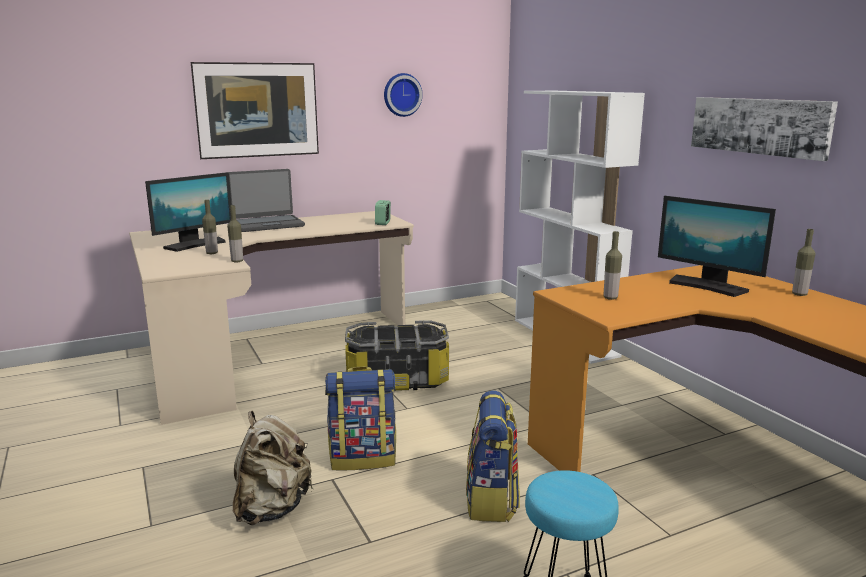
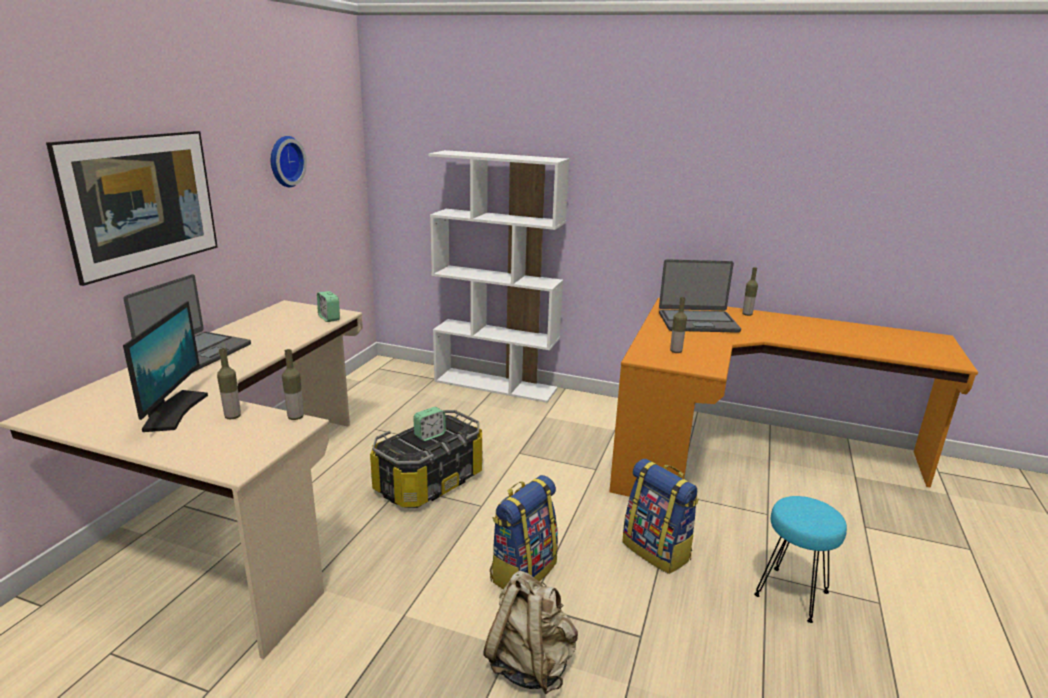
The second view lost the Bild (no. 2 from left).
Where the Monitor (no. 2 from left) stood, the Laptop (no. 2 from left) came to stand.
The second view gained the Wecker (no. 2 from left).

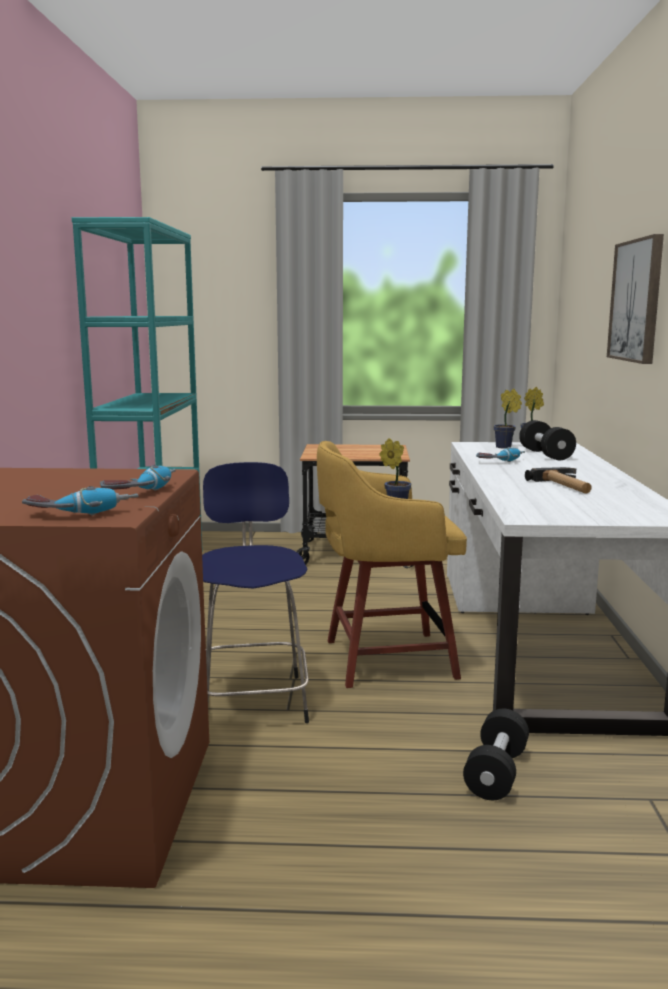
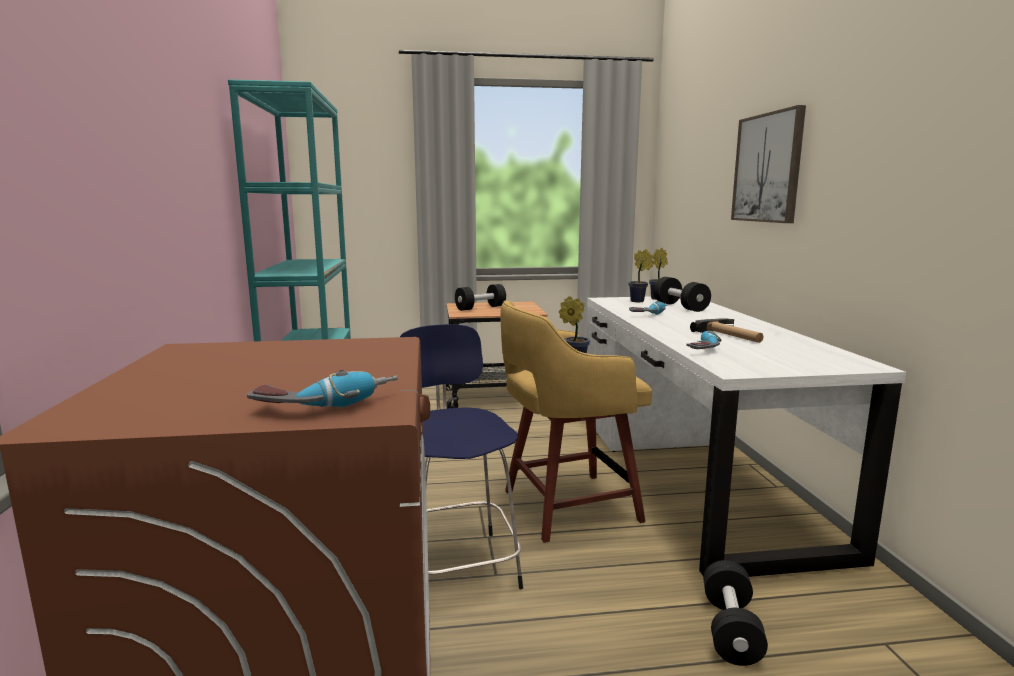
The Bohrmaschine (no. 2 from left in the first image) ended up elsewhere.
The second view gained the Hantel [schwarz] (no. 1 from left).

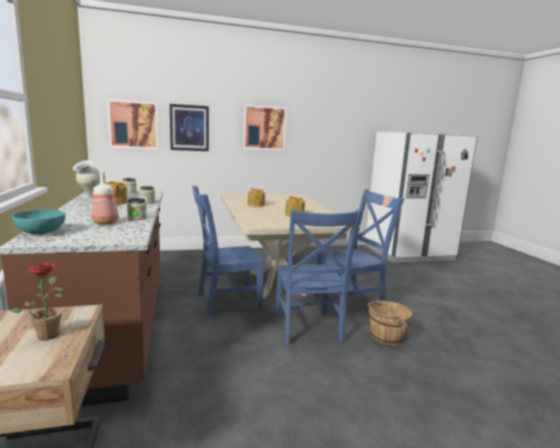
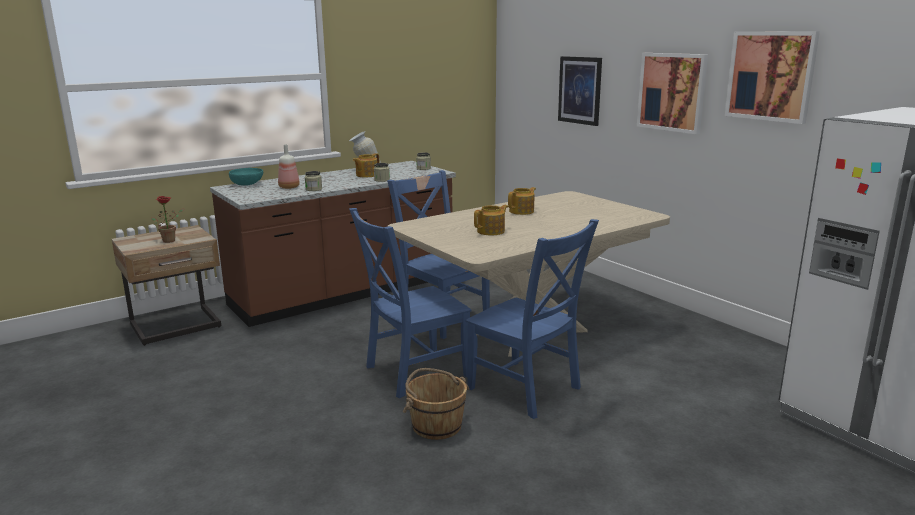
The Bild (no. 1 from left in the first image) ended up elsewhere.

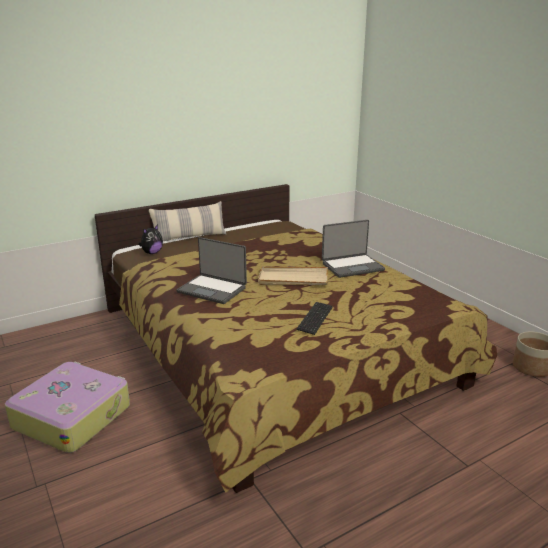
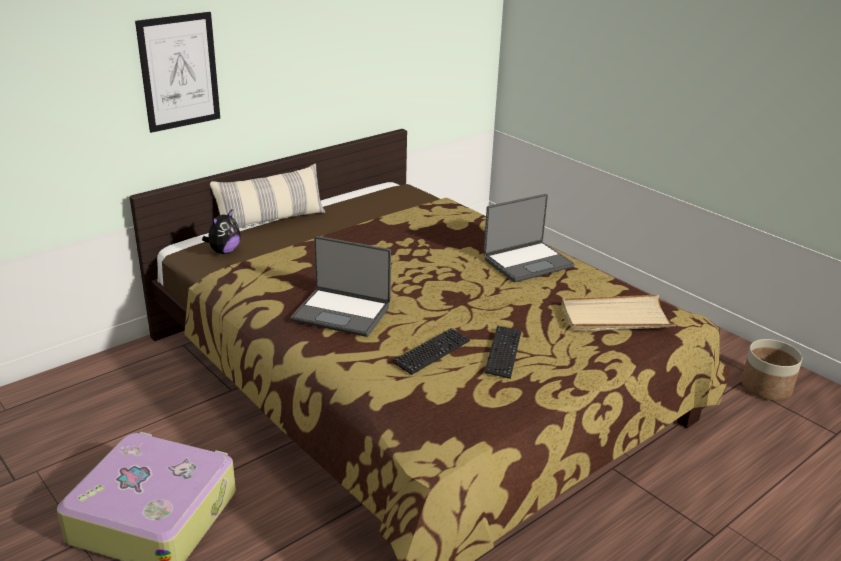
The Tablett [beige] ended up elsewhere.
The second view gained the Bild.
The second view gained the Tastatur (no. 1 from left).

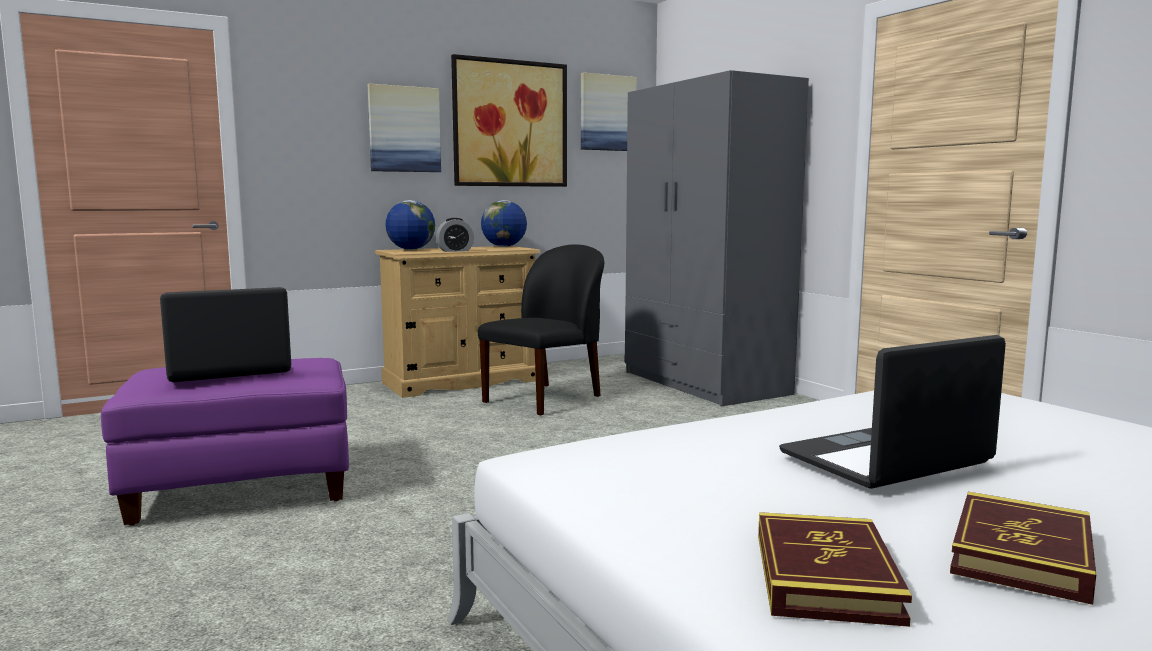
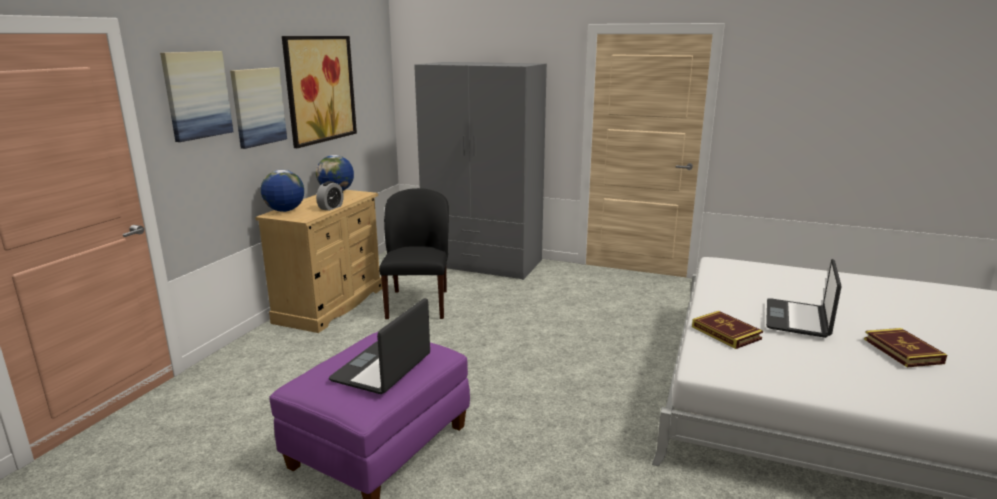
The Bild (no. 3 from left in the first image) ended up elsewhere.
The Buch (no. 1 from left) ended up elsewhere.

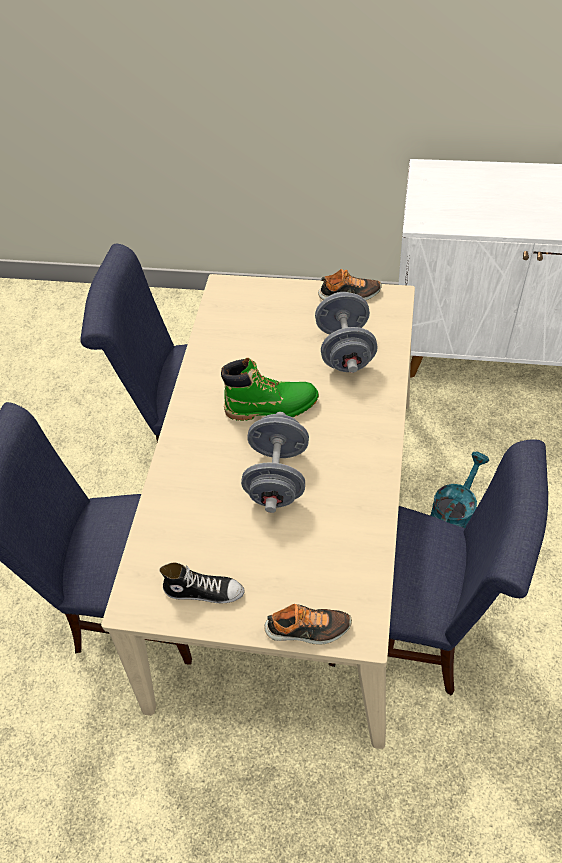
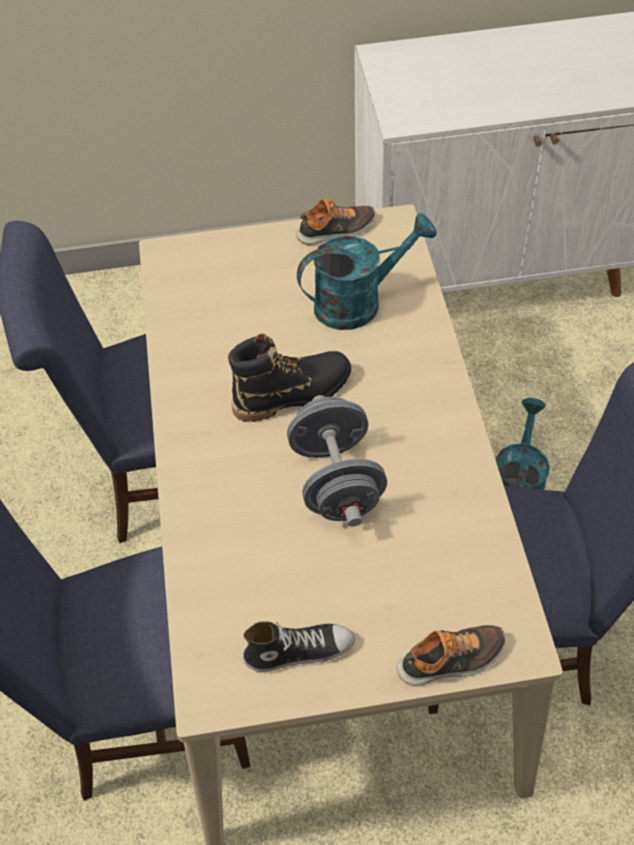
Where the Hantel [grau] (no. 2 from left) stood, the Gießkanne [türkis] (no. 1 from left) came to stand.
What was the Stiefel [grün] turned into the Stiefel [schwarz].

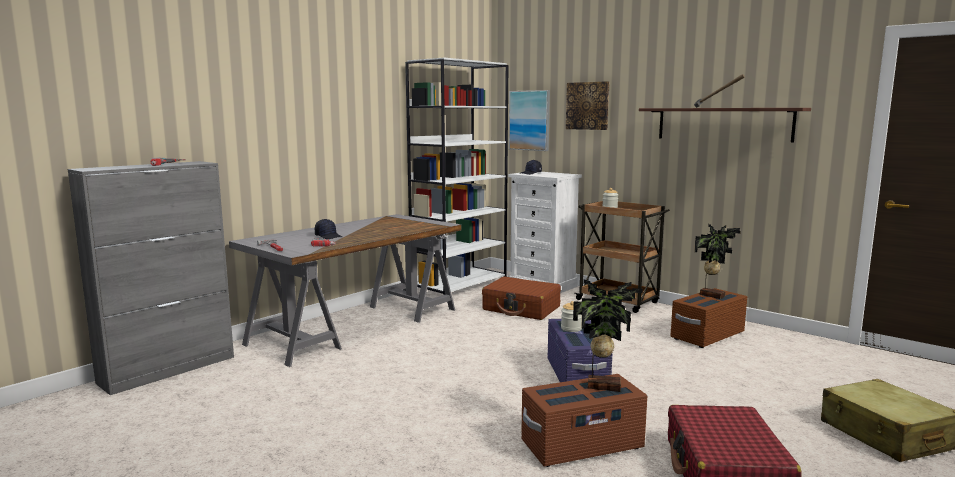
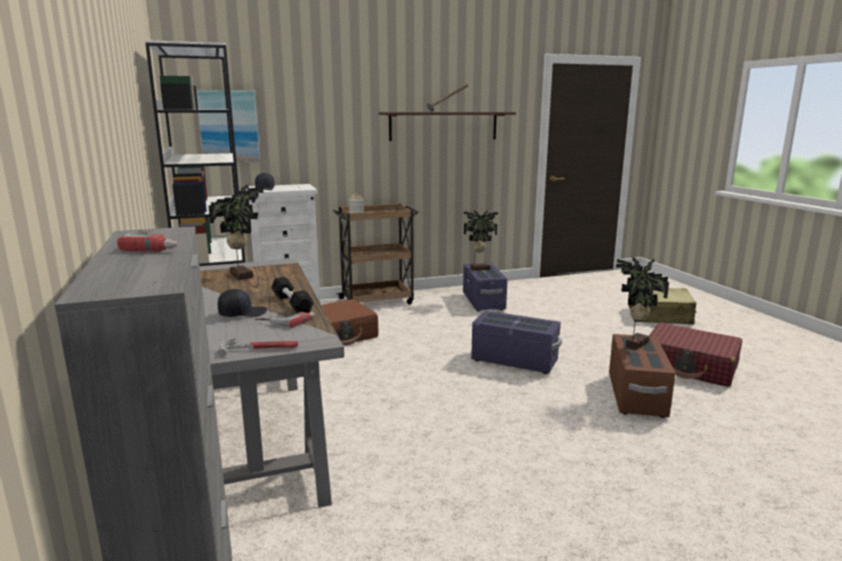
The second view lost the Bild (no. 2 from left).
What was the Aufbewahrungsbox [braun] (no. 2 from left) turned into the Aufbewahrungsbox [lila] (no. 1 from left).
The second view lost the Vorratsglas (no. 1 from left).
The second view gained the Topfpflanze (no. 1 from left).
The second view gained the Hantel [schwarz].

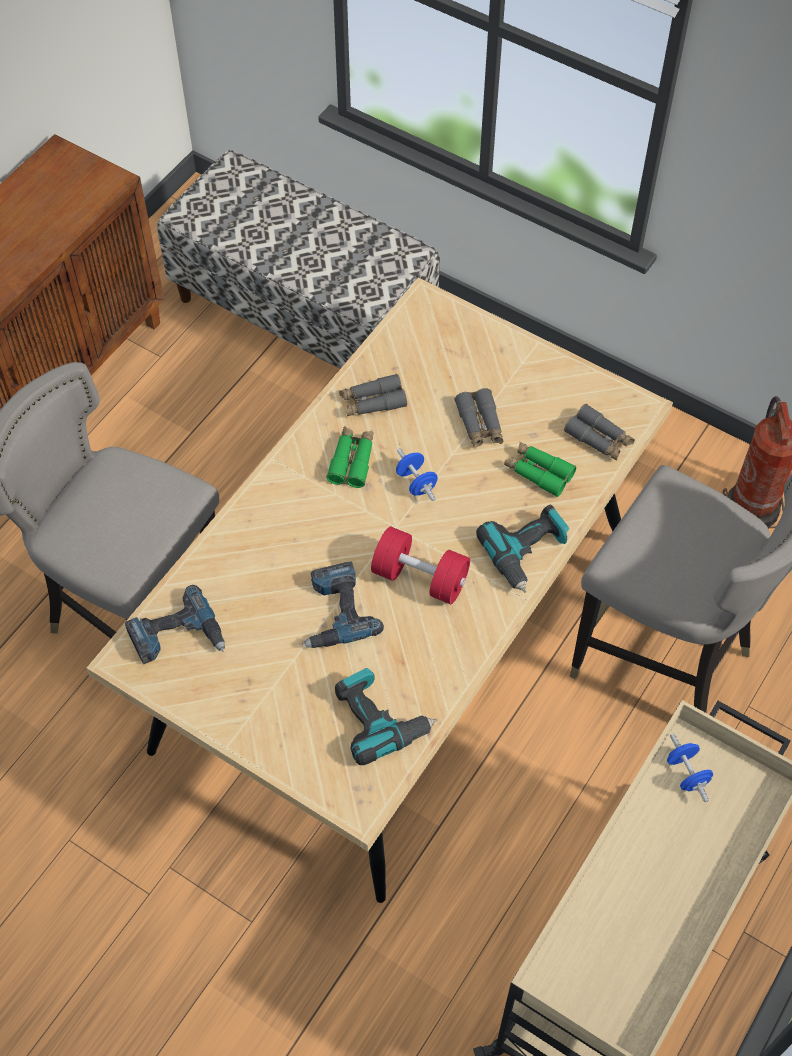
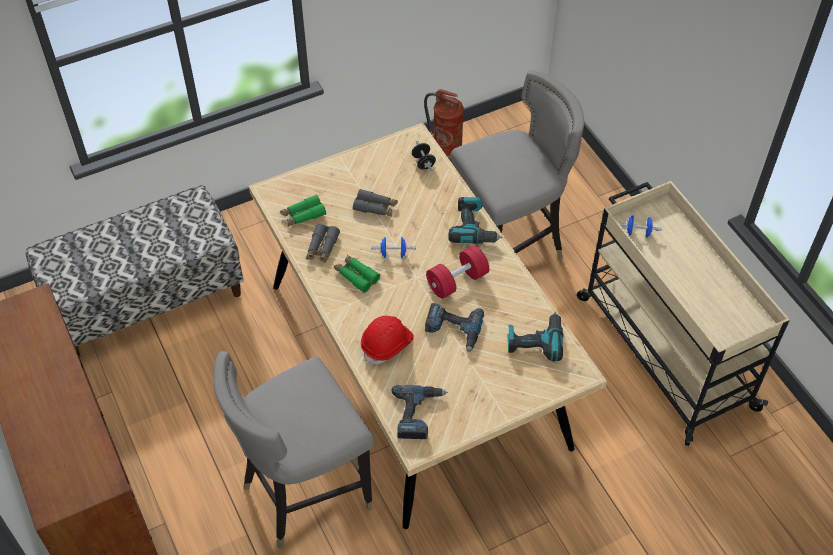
Where the Fernglas [grau] (no. 3 from left) stood, the Hantel [schwarz] came to stand.
The Fernglas [grün] (no. 2 from left in the first image) ended up elsewhere.
The second view gained the Schutzhelm [rot].

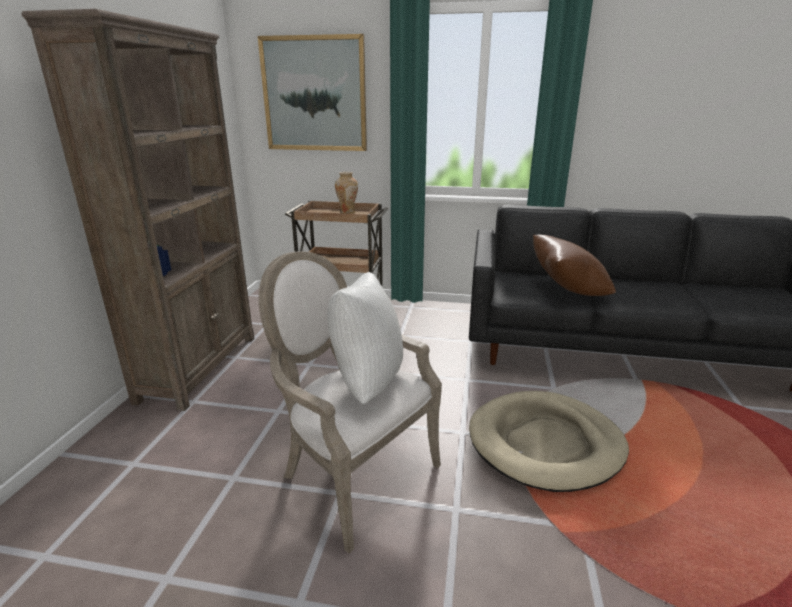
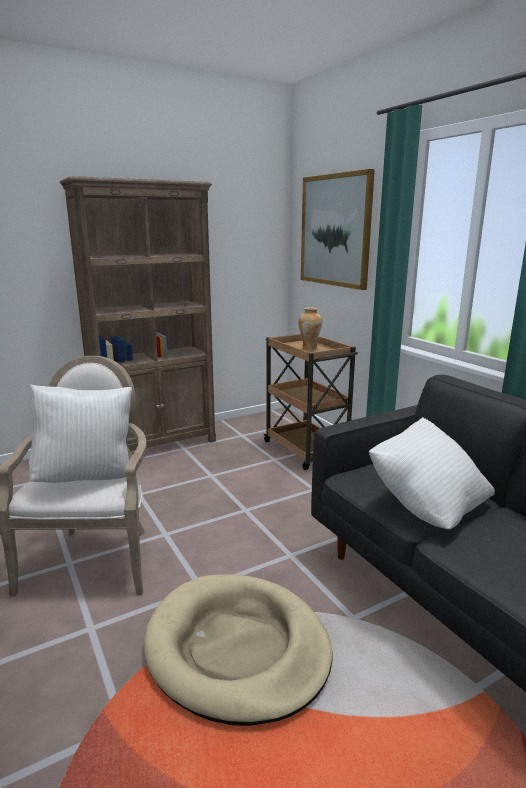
What was the Kissen [braun] turned into the Kissen [weiß] (no. 2 from left).

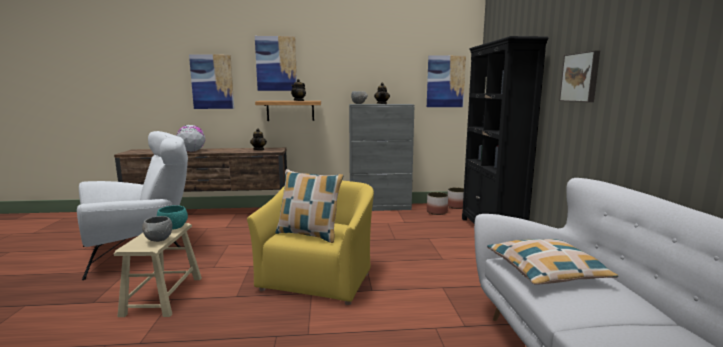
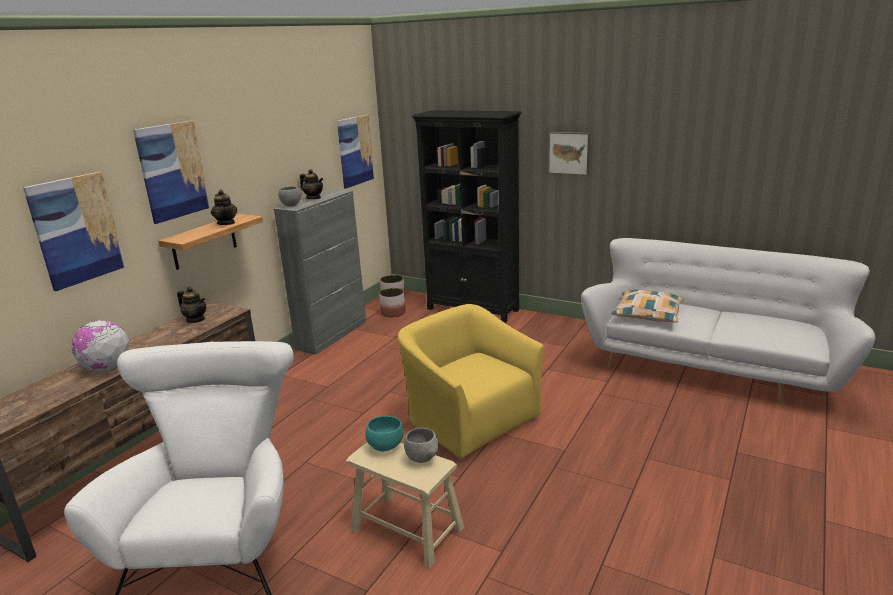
The second view lost the Kissen (no. 1 from left).

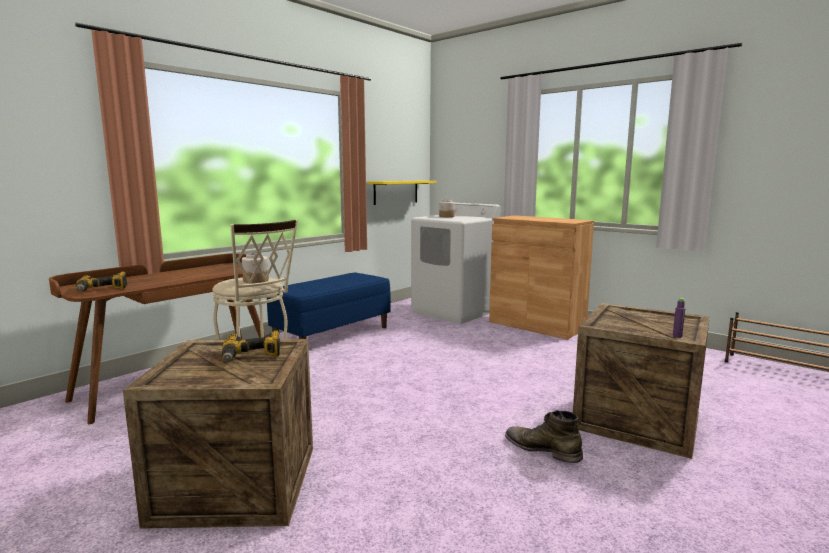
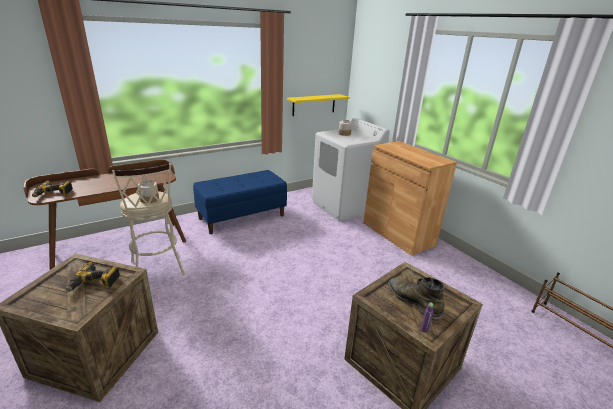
The Stiefel [grün] ended up elsewhere.

